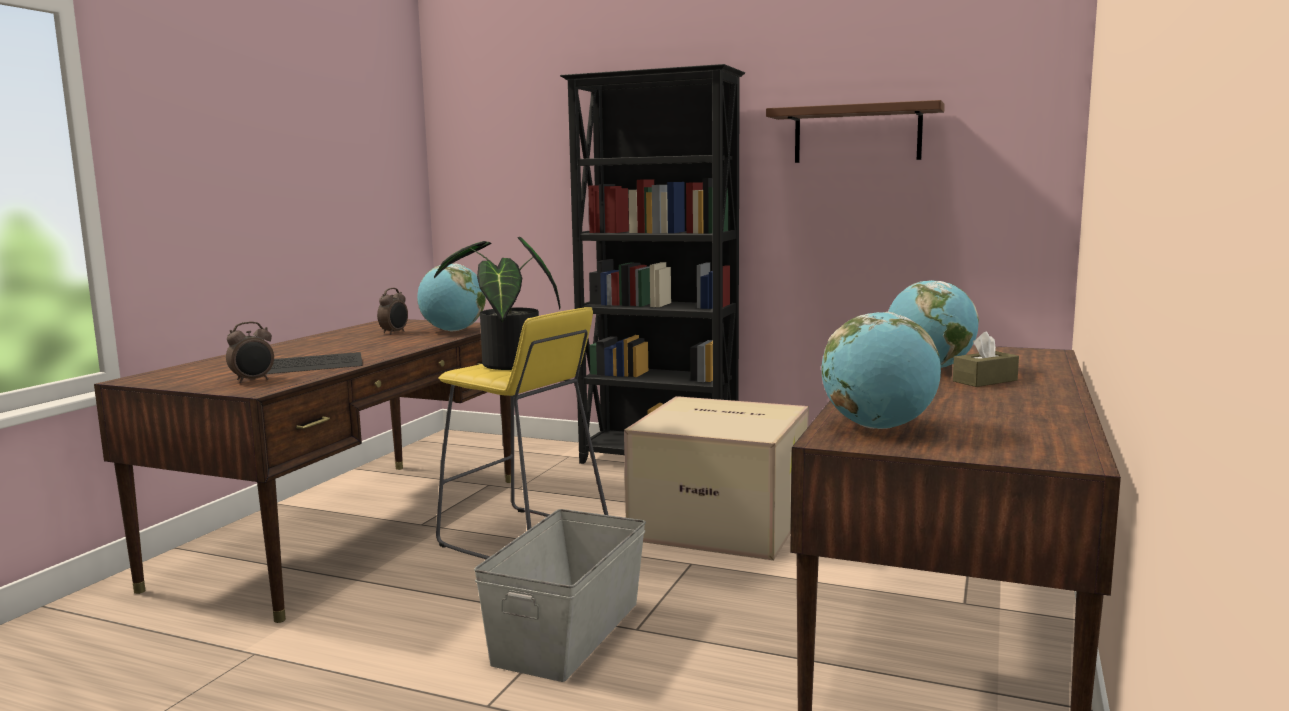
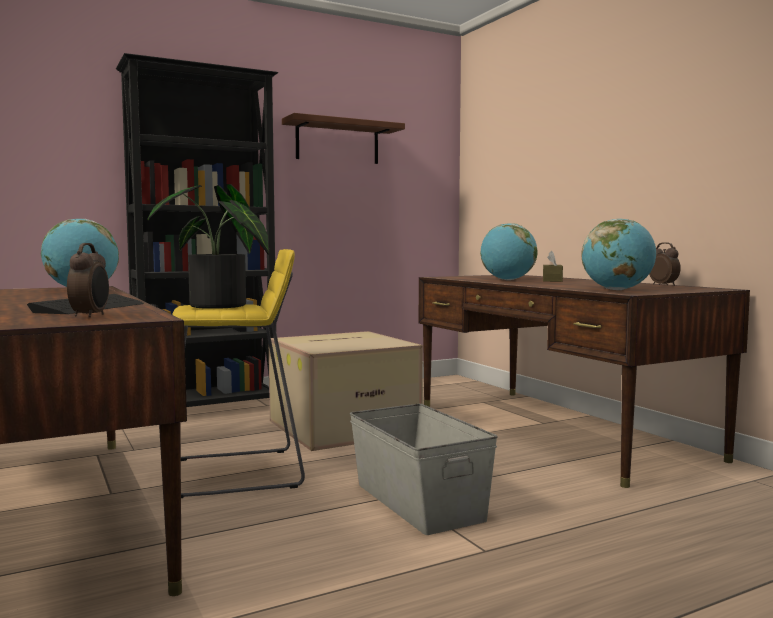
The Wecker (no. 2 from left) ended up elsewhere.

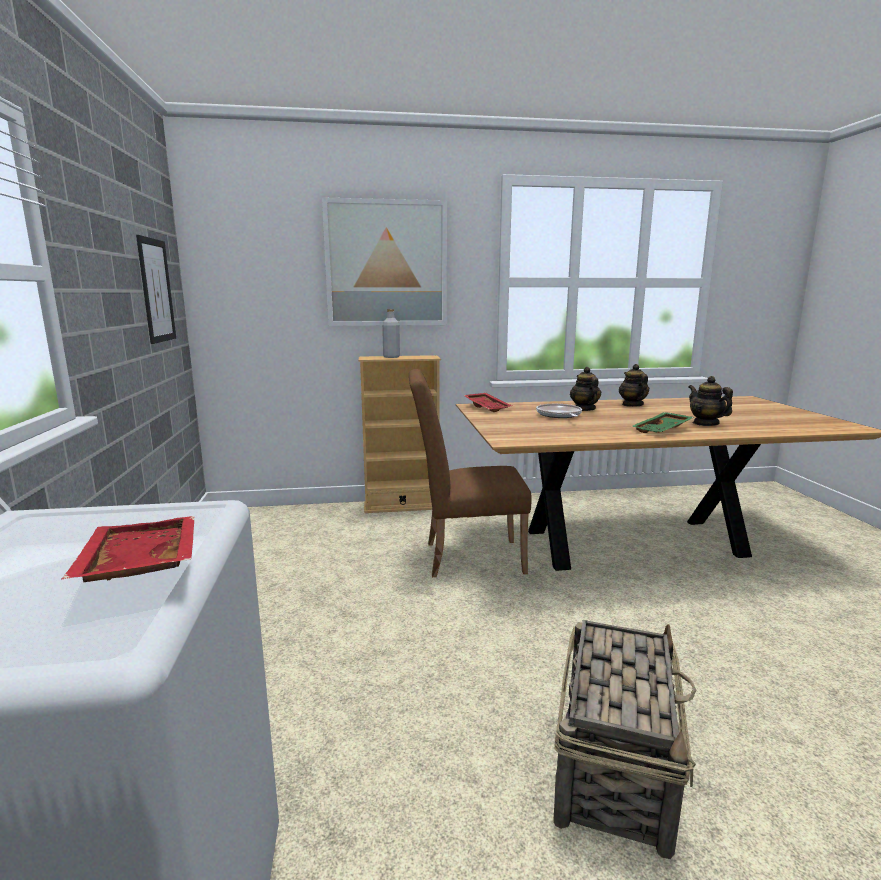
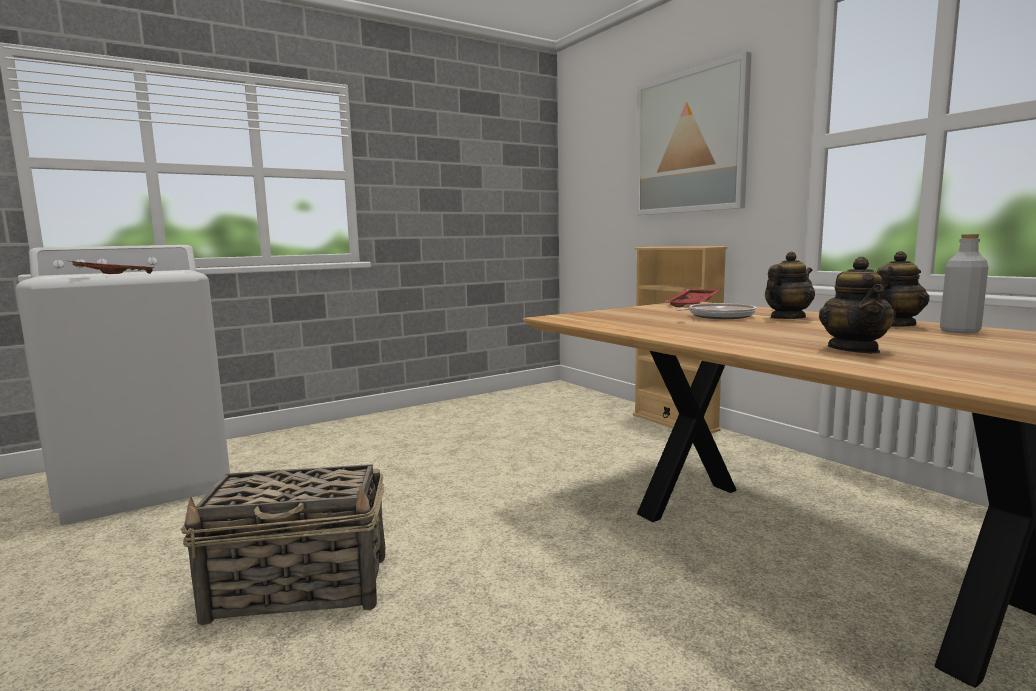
The second view lost the Bild (no. 1 from left).
The Flasche [grau] ended up elsewhere.
The second view lost the Stuhl [braun].
The Teekanne (no. 3 from left in the first image) ended up facing another way, 150 degrees clockwise from before.
The second view lost the Tablett [grün].

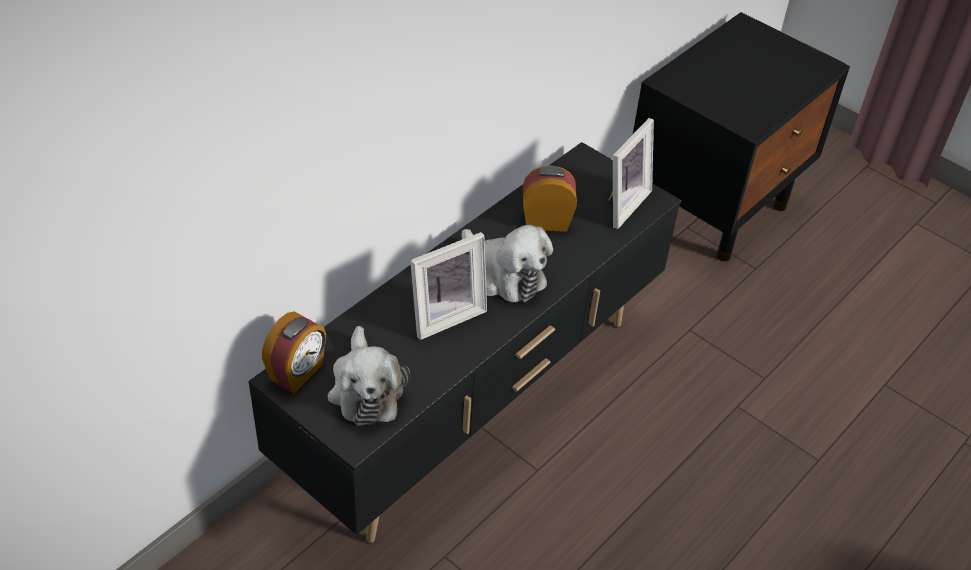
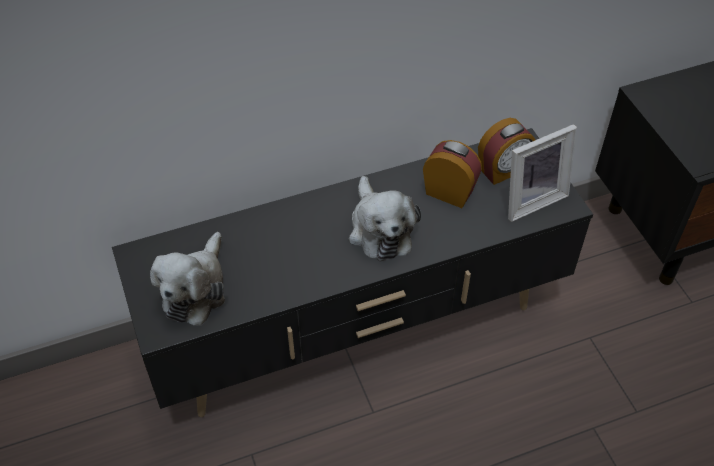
The second view lost the Bilderrahmen (no. 1 from left).
The Wecker (no. 1 from left in the first image) ended up elsewhere.

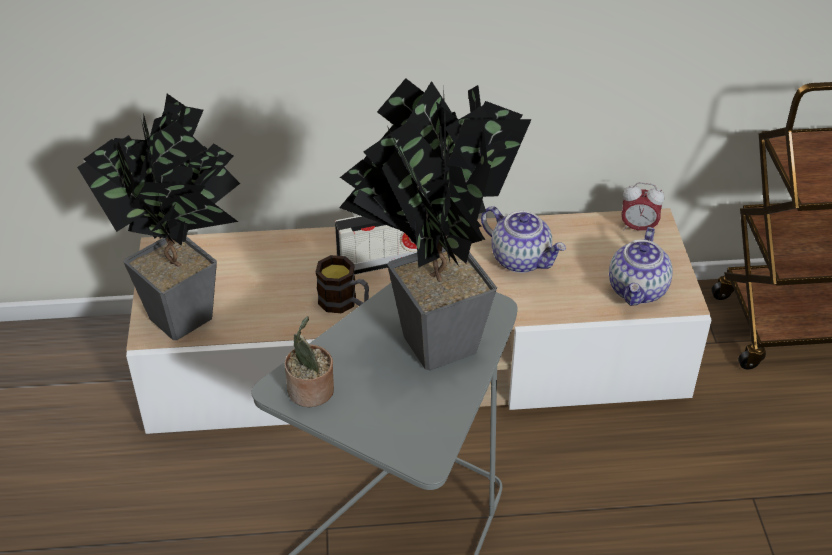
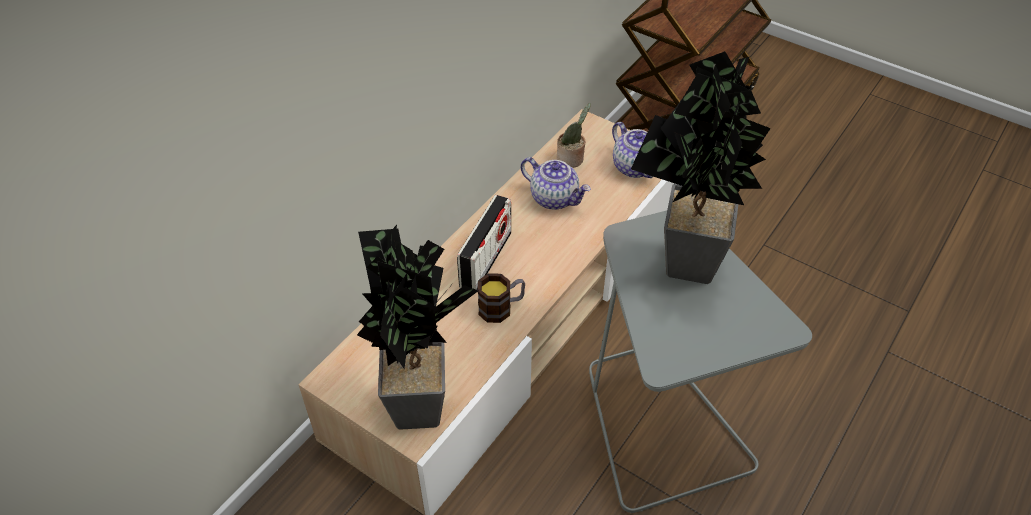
The second view lost the Wecker.
The Teekanne (no. 1 from left) ended up facing another way, 45 degrees clockwise from before.
The Topfpflanze (no. 2 from left) ended up elsewhere.

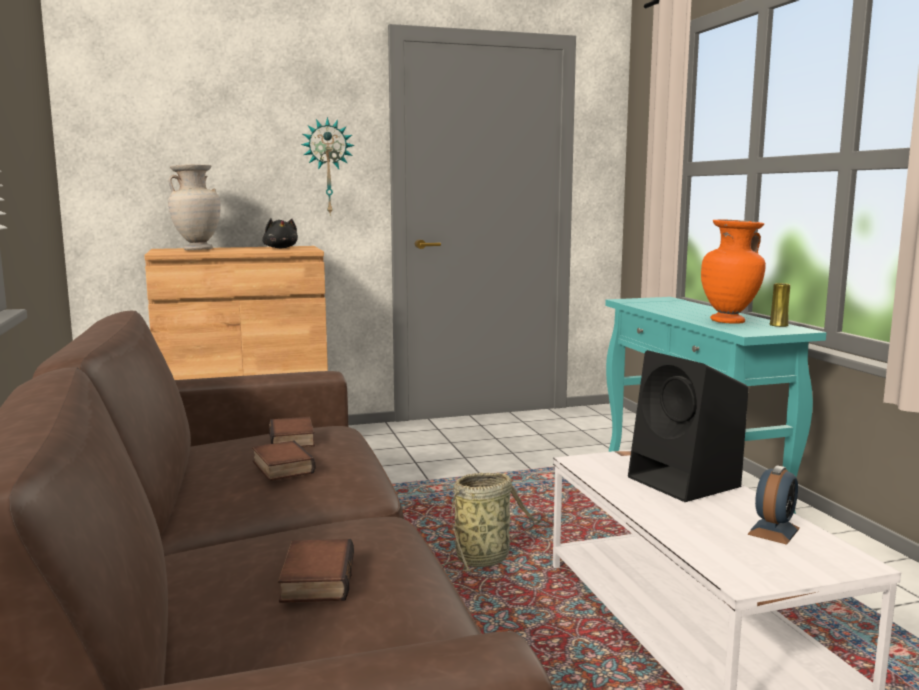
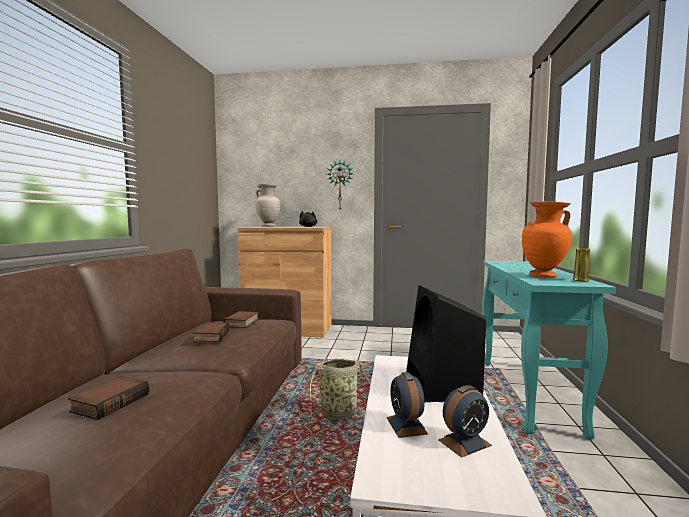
The second view gained the Wecker (no. 1 from left).

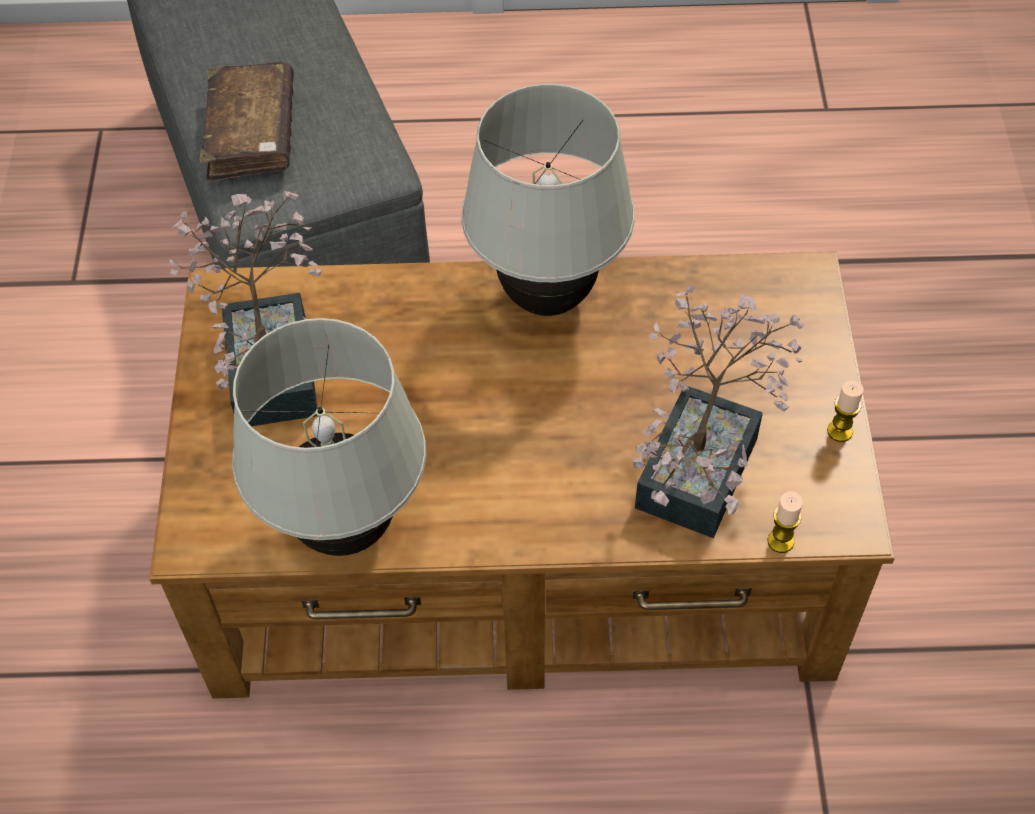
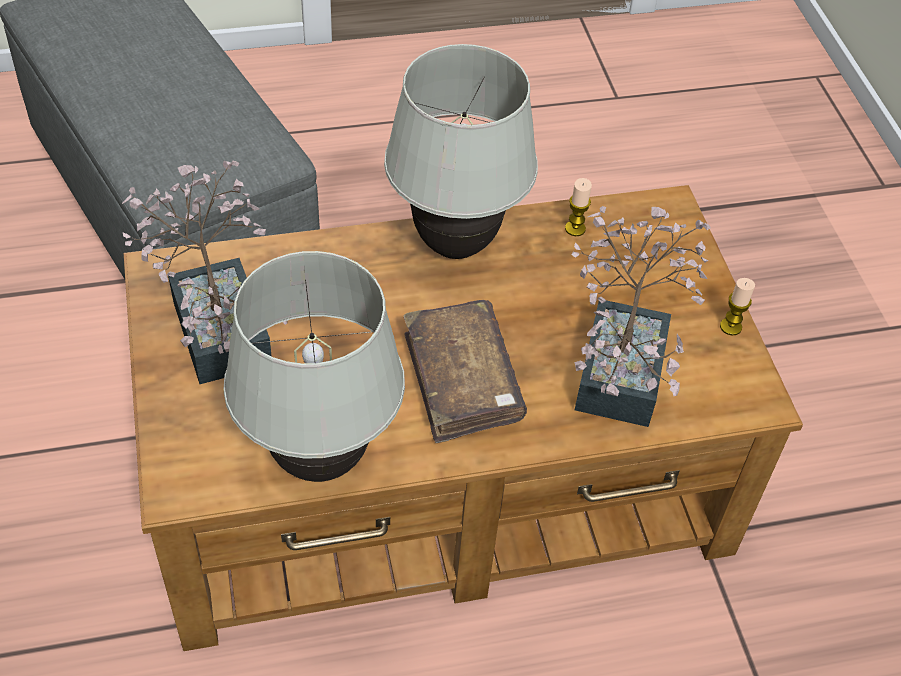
The Buch [braun] ended up elsewhere.
The Kerze (no. 1 from left) ended up elsewhere.

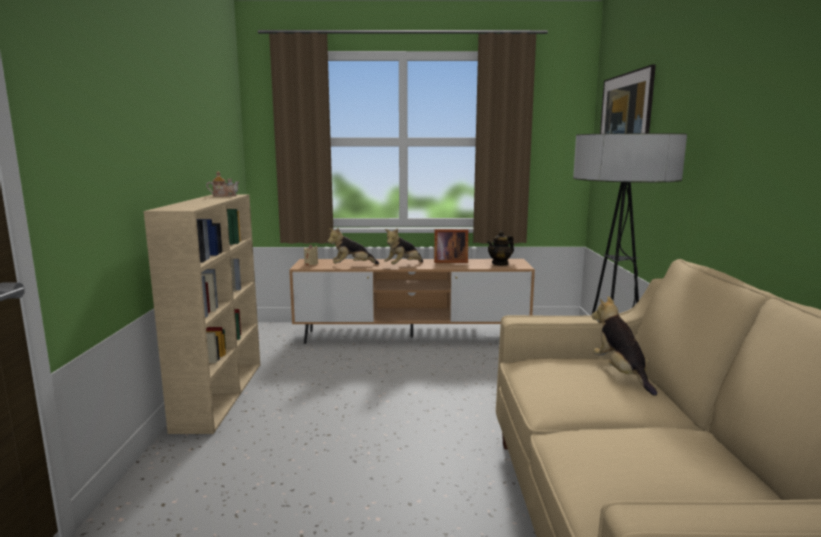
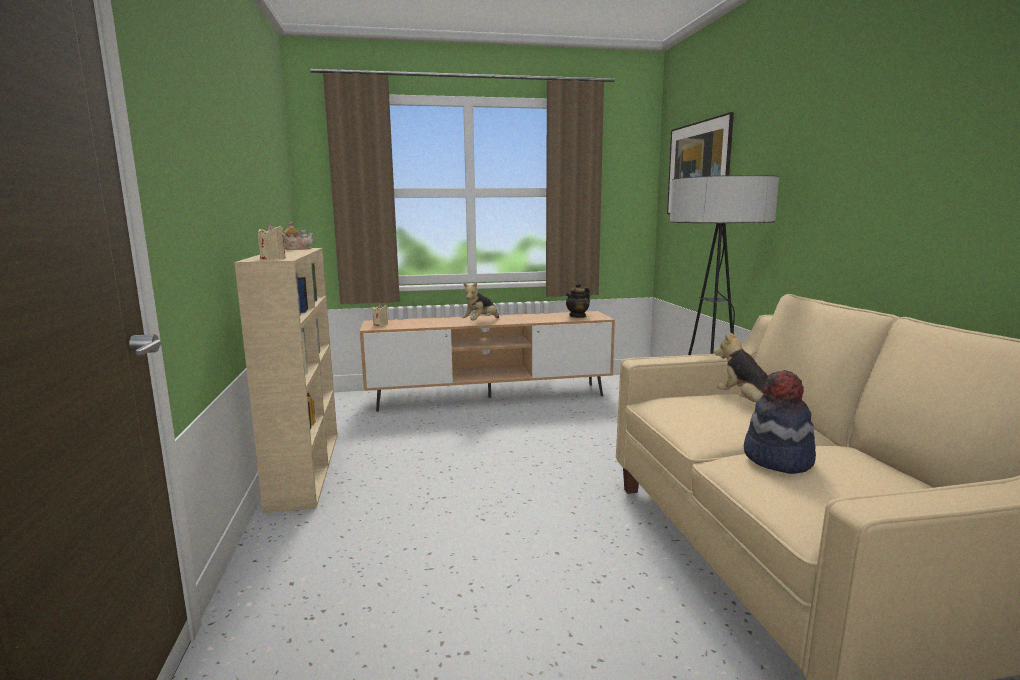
The second view lost the Plüschtier (no. 1 from left).
The second view lost the Bilderrahmen.
The second view gained the Kerze [beige] (no. 1 from left).
The second view gained the Hut.

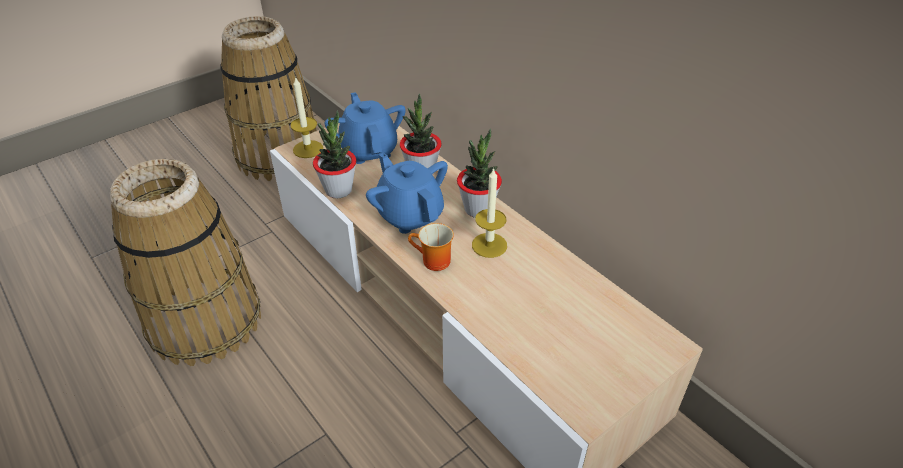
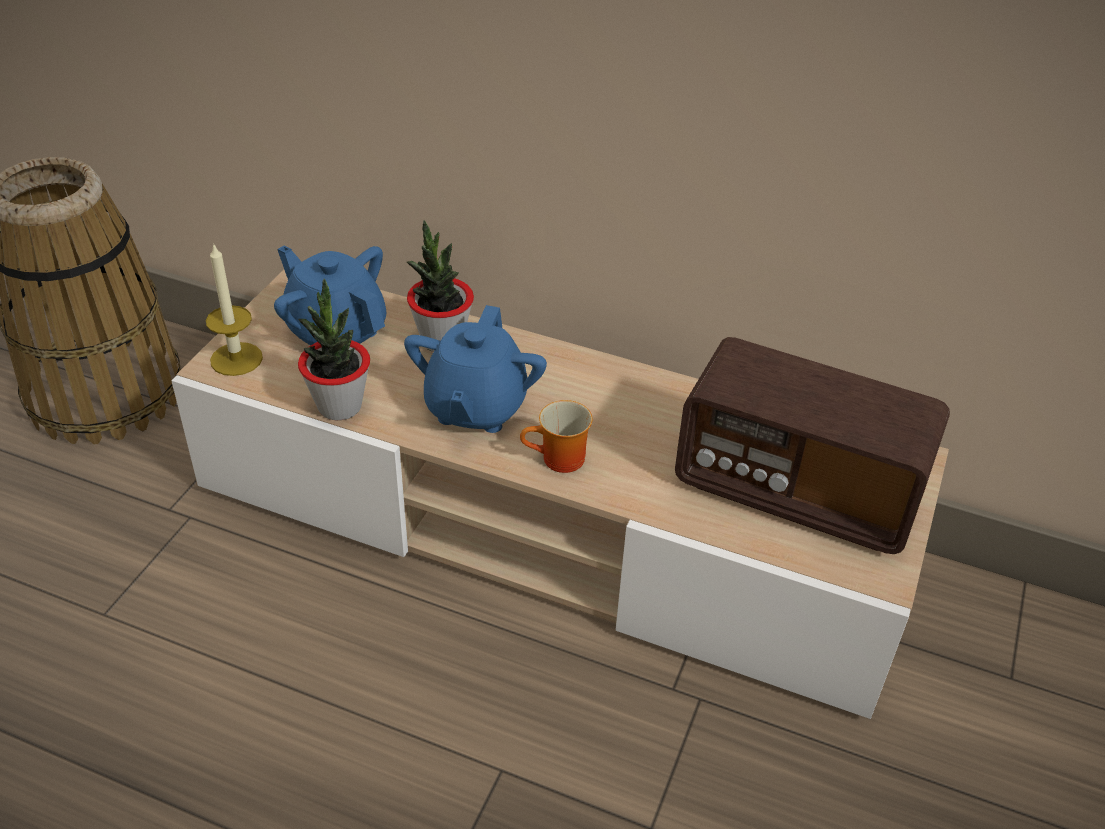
The second view lost the Topfpflanze (no. 3 from left).
The Teekanne [blau] (no. 2 from left) ended up facing another way, 105 degrees counterclockwise from before.
The second view lost the Korb (no. 1 from left).
The second view lost the Kerze (no. 2 from left).
The second view gained the Radio.

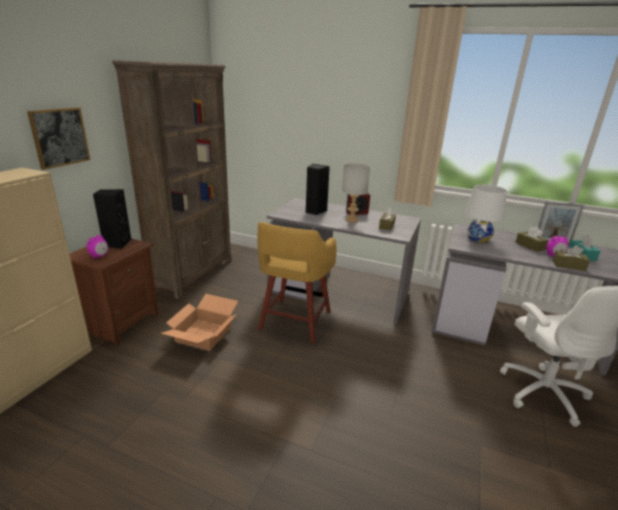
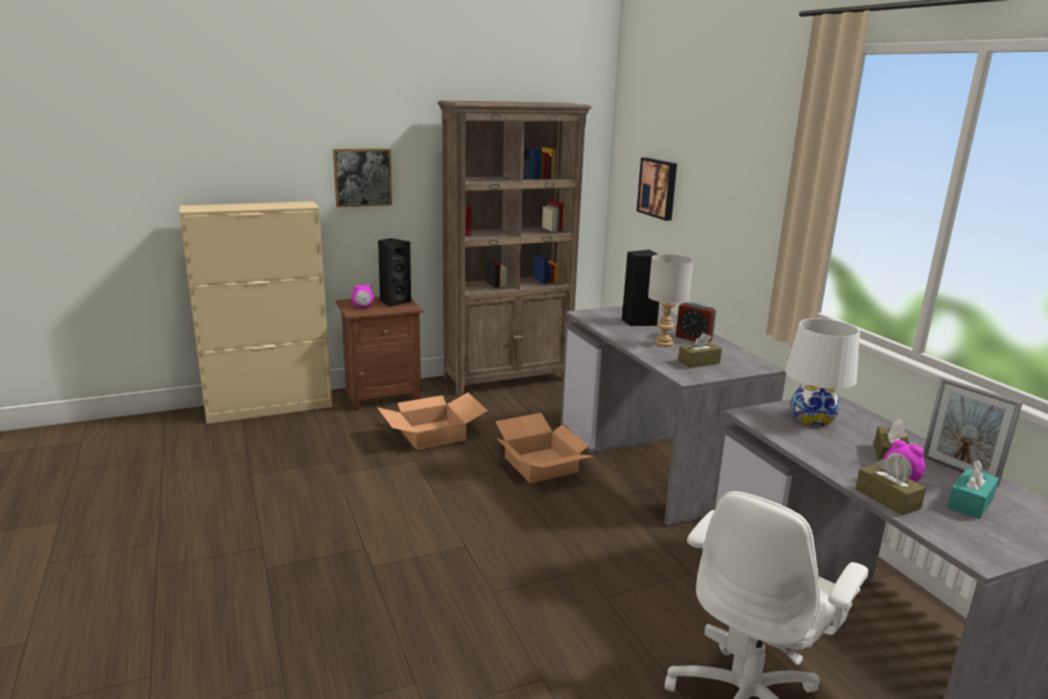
Where the Hocker [gelb] stood, the Karton (no. 2 from left) came to stand.
The second view gained the Bild (no. 2 from left).

